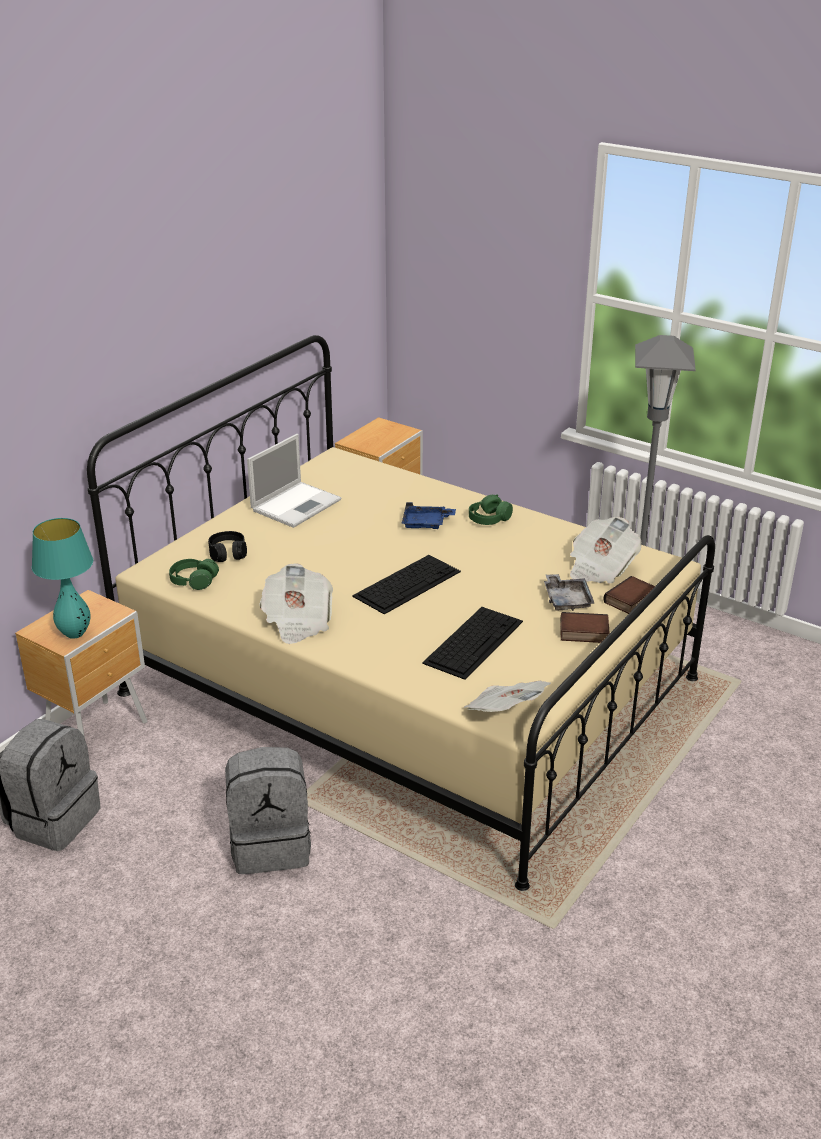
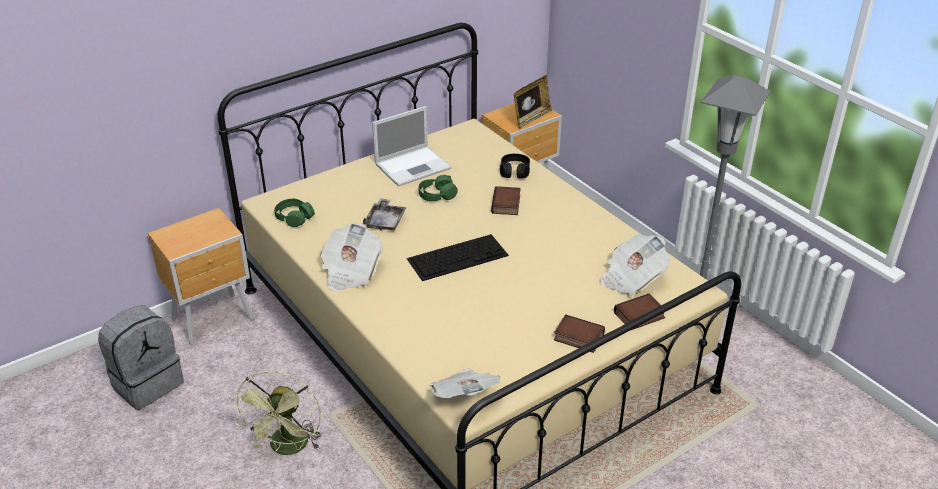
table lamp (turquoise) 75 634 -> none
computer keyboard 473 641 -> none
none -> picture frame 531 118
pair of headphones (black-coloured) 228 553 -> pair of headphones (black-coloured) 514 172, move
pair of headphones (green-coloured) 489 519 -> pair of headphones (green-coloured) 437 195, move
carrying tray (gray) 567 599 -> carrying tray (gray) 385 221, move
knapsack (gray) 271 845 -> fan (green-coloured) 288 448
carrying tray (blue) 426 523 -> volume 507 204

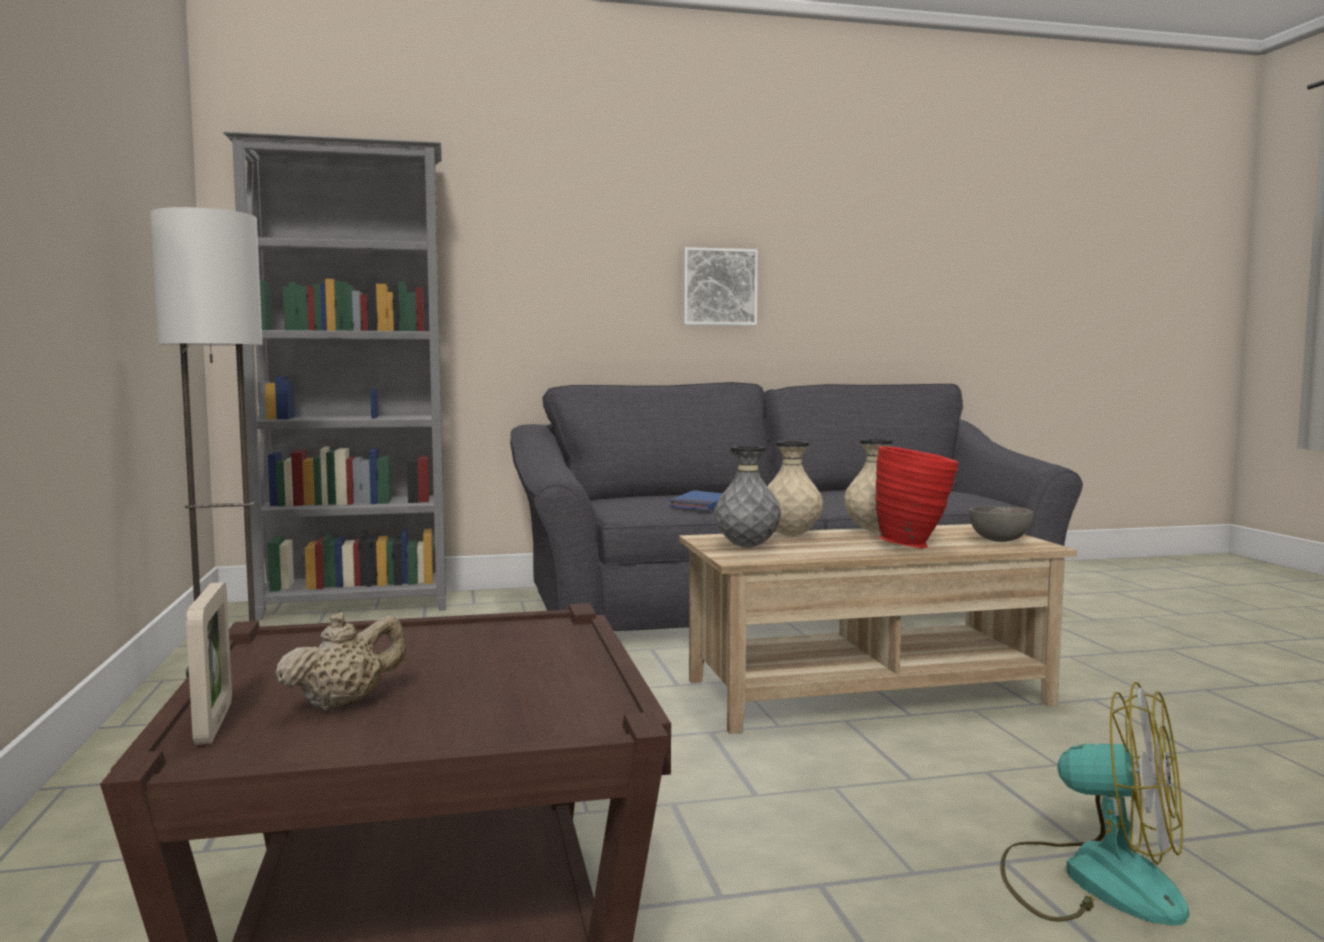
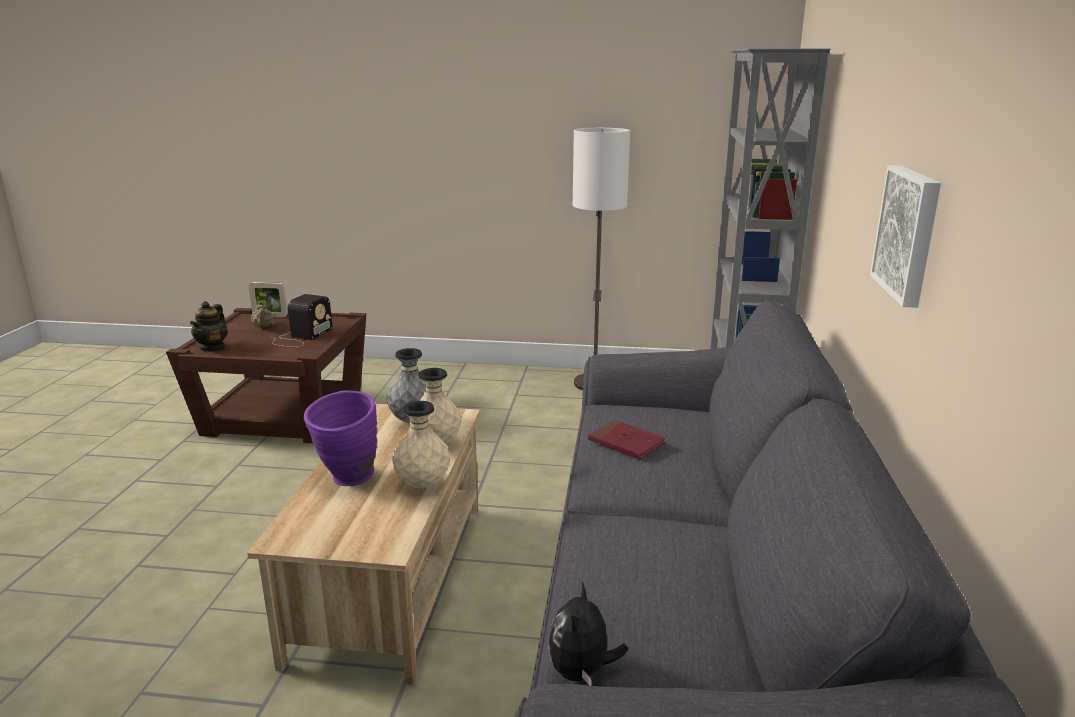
serving bowl (gray) 1001 541 -> none
fan 1093 880 -> none
none -> teapot 212 347
none -> radio set 301 337
none -> cuddly toy 582 672
volume (blue) 700 504 -> volume (red) 626 443
flower vase (red) 915 545 -> flower vase (purplish) 347 481

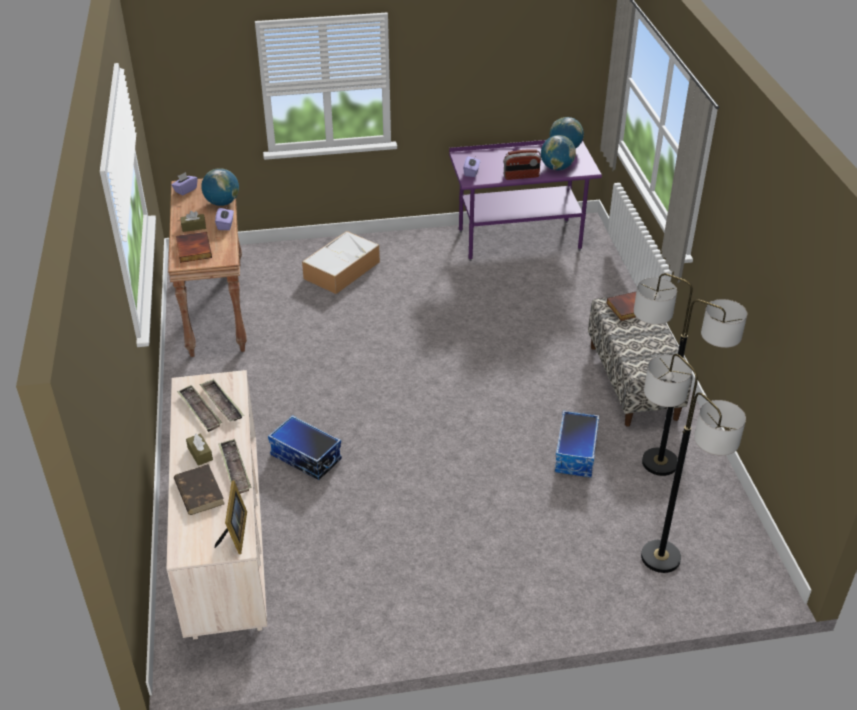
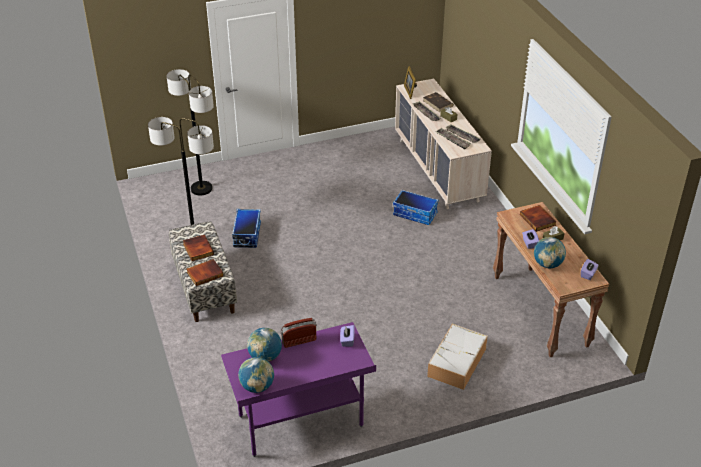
none -> volume 197 249

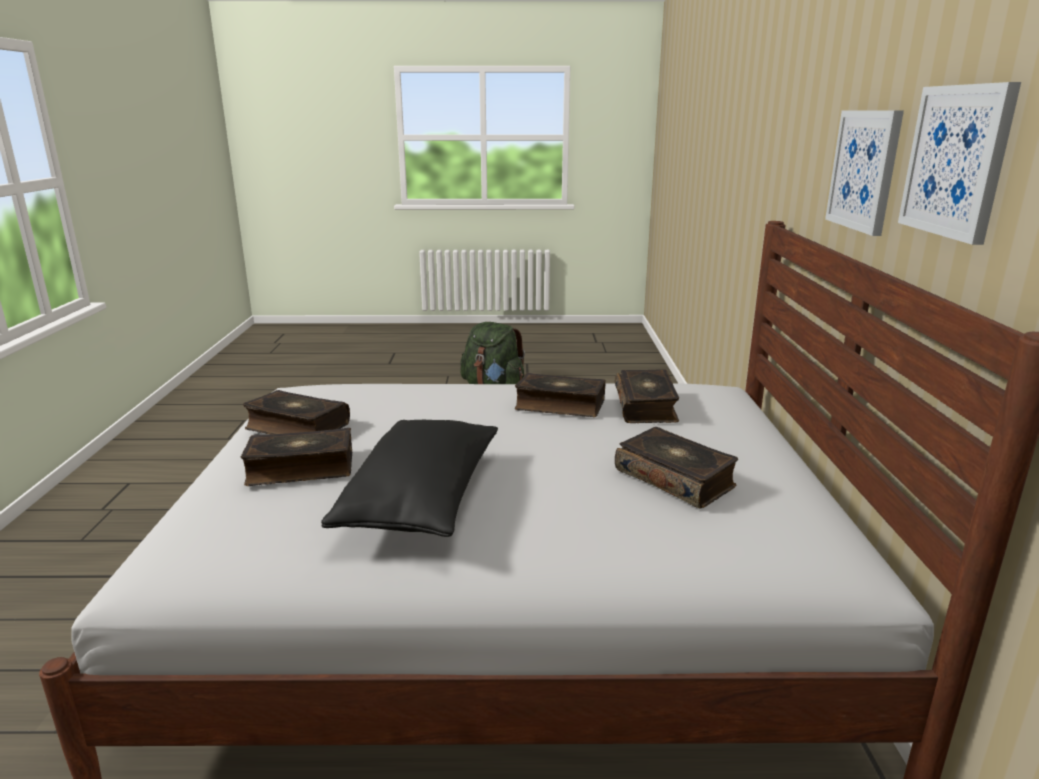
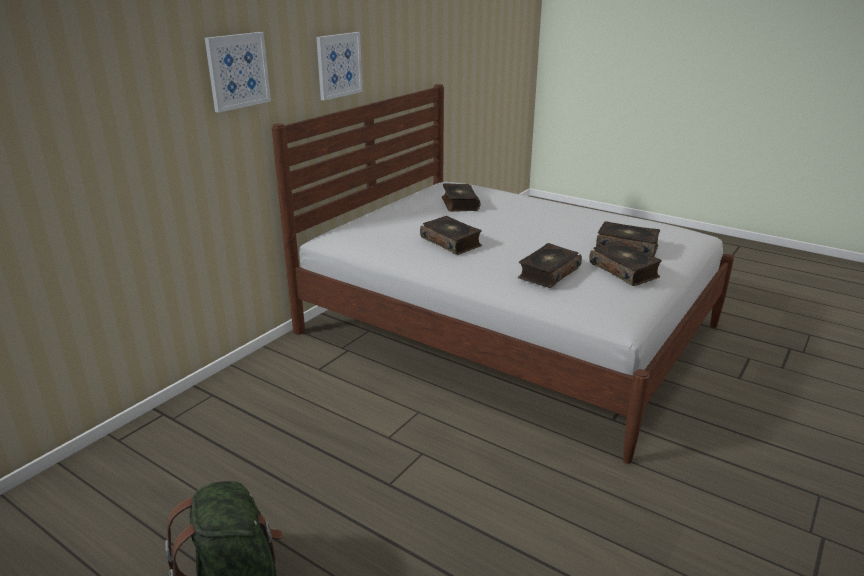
pillow (black-coloured) 422 500 -> none
volume 646 406 -> volume 548 273, move
picture 957 161 -> picture 237 71, move

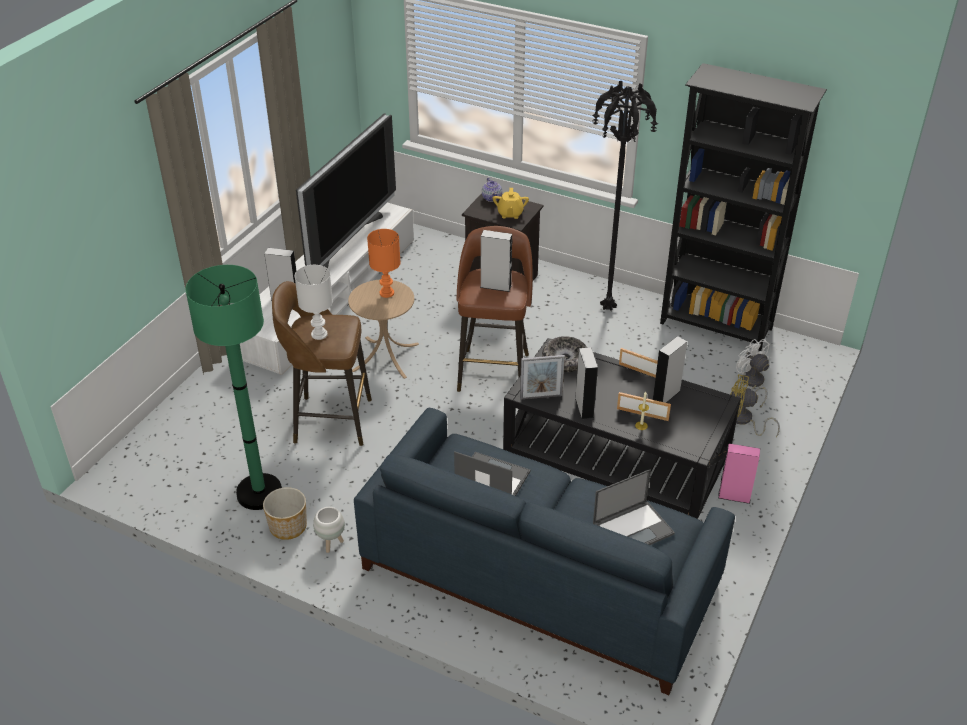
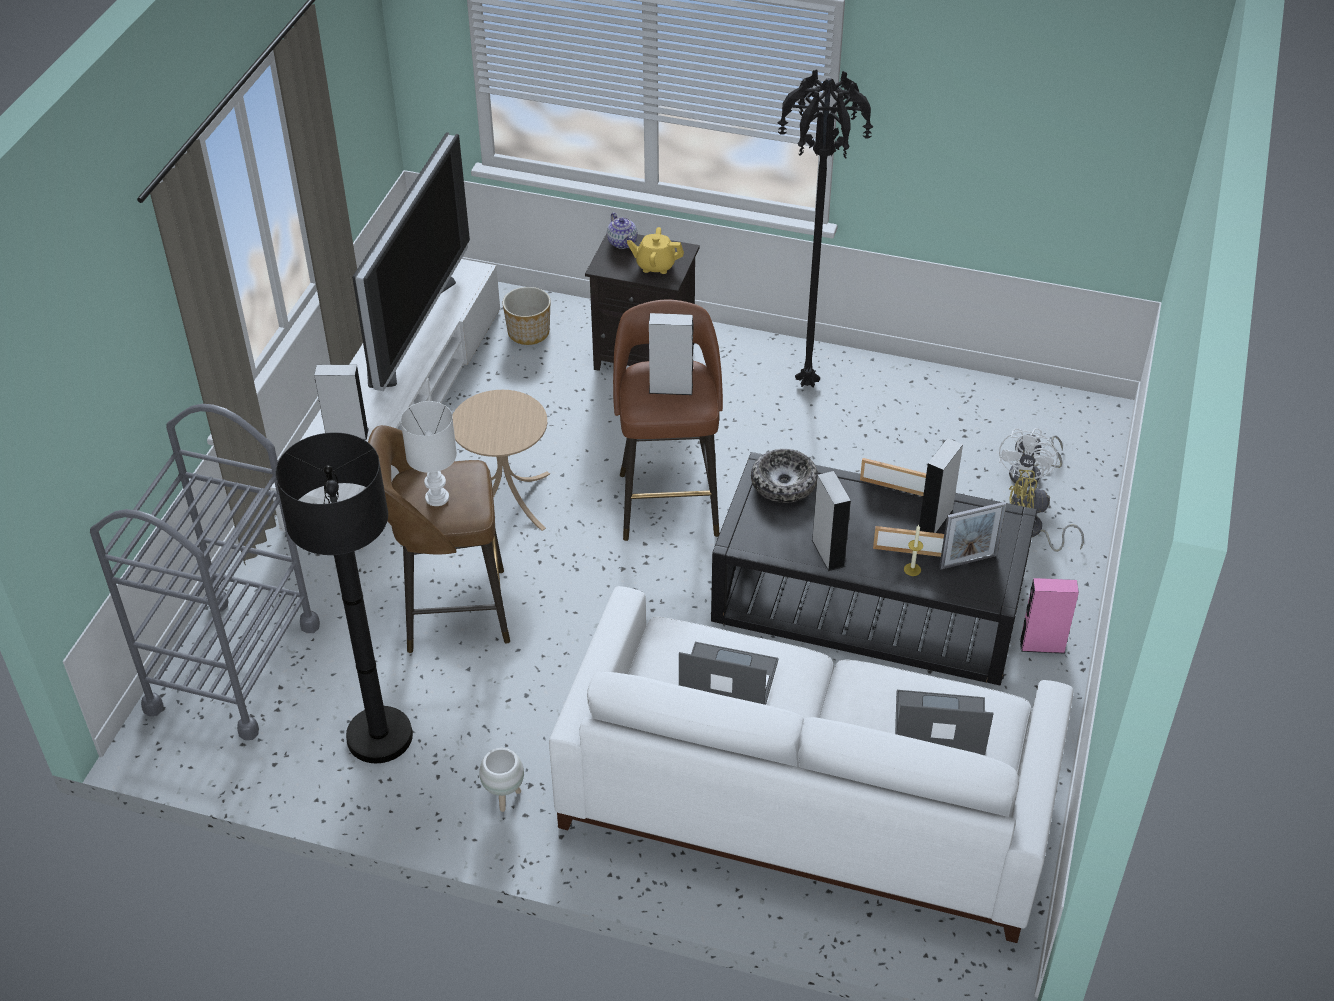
table lamp (orangey) 387 293 -> none
bookcase (black-coloured) 716 327 -> none
none -> cart (gray) 233 667
flower pot 288 526 -> flower pot 528 332, move
picture frame 541 397 -> picture frame 968 561, move
floor lamp (green-coloured) 259 493 -> floor lamp (black-coloured) 379 736
settee (blue) 539 574 -> settee (whitish) 805 799
teapot (yellow) 510 214 -> teapot (yellow) 655 265, 105 degrees clockwise
laptop 633 528 -> laptop 938 724, 135 degrees counterclockwise
fan (whitish) 752 384 -> fan (whitish) 1031 474, 120 degrees counterclockwise

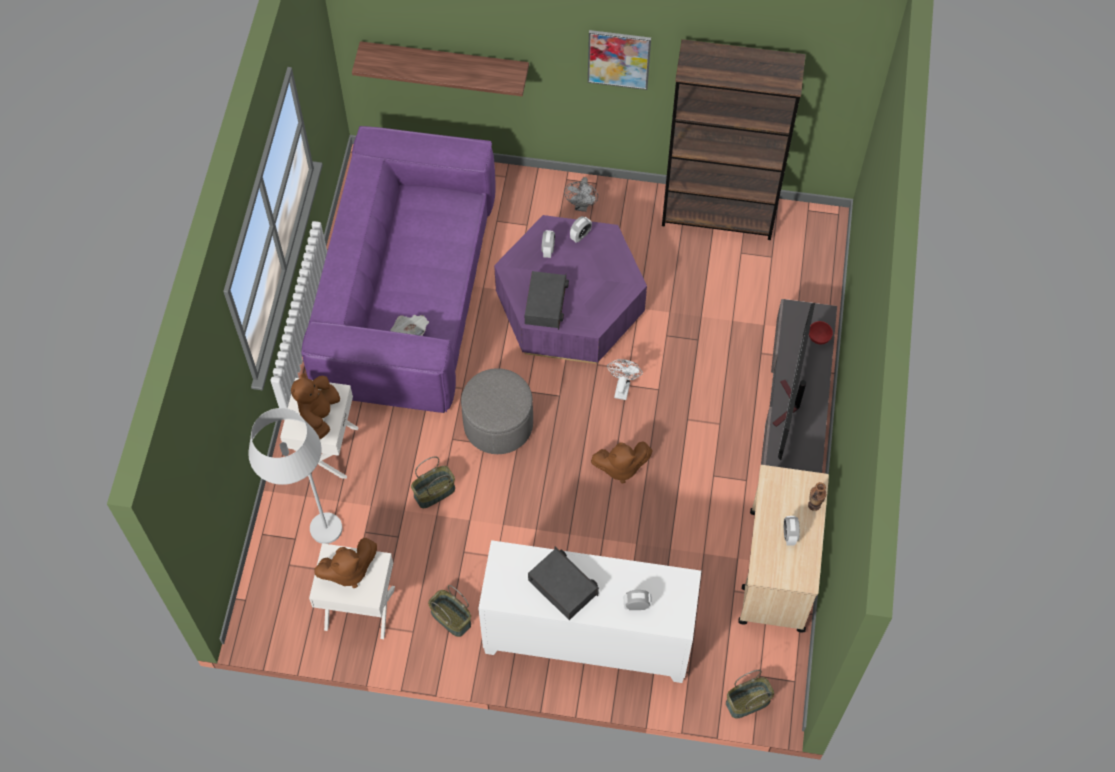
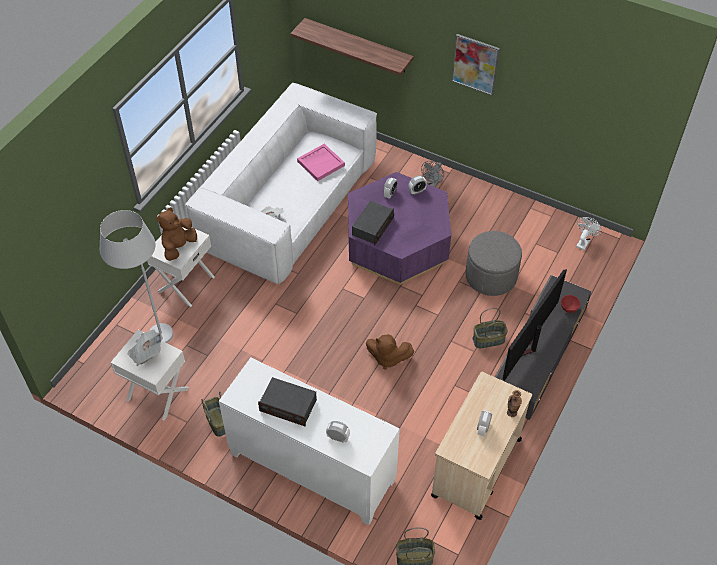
bookcase (brown-coloured) 718 214 -> none
none -> carrying tray (pink-coloured) 321 163
household basket 434 493 -> household basket 488 340, move
pouffe (gray) 498 424 -> pouffe (gray) 491 276, move
fan (whitish) 622 386 -> fan (whitish) 583 242, move
cuddly toy (brown-coloured) 348 571 -> daily paper 146 353
settee (purplish) 407 292 -> settee (whitish) 288 203
radio set 563 587 -> radio set 288 406, 135 degrees clockwise

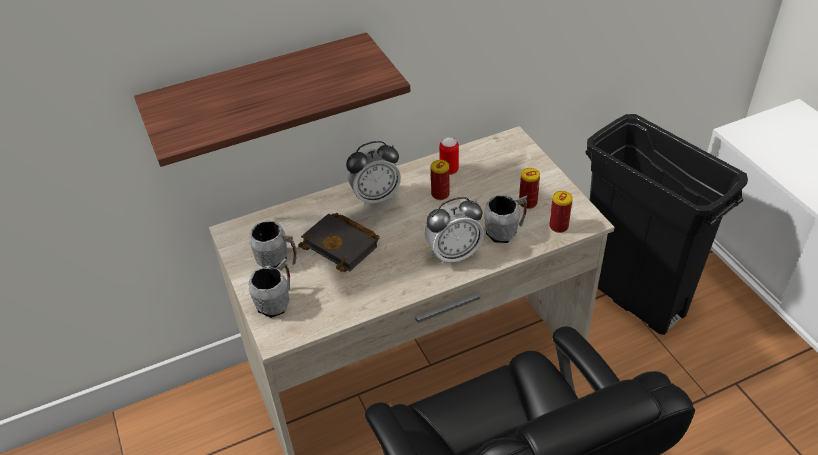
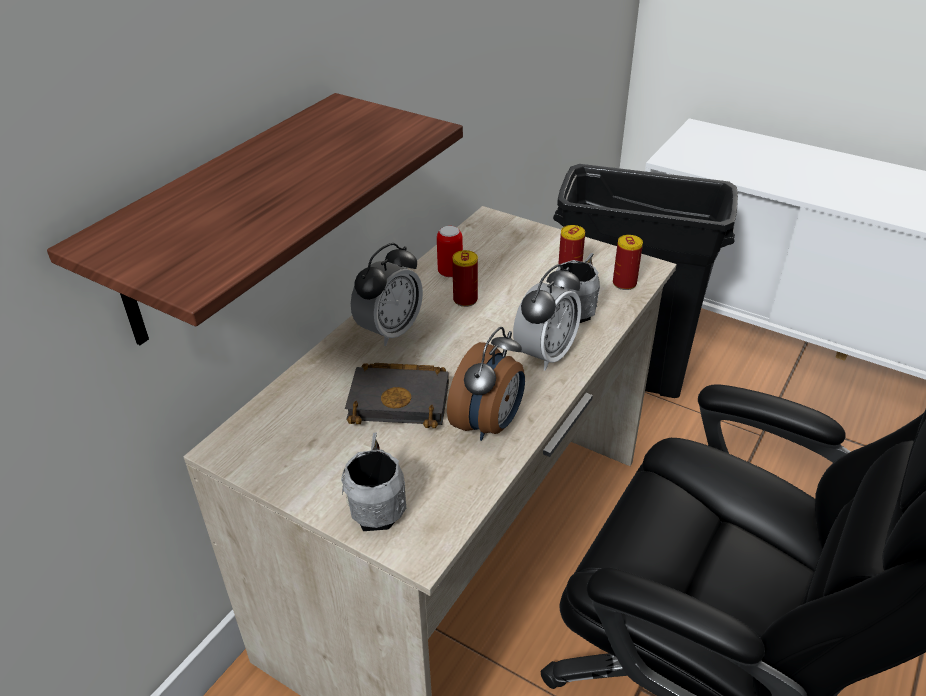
mug (gray) 277 260 -> none
none -> bedside clock 489 424

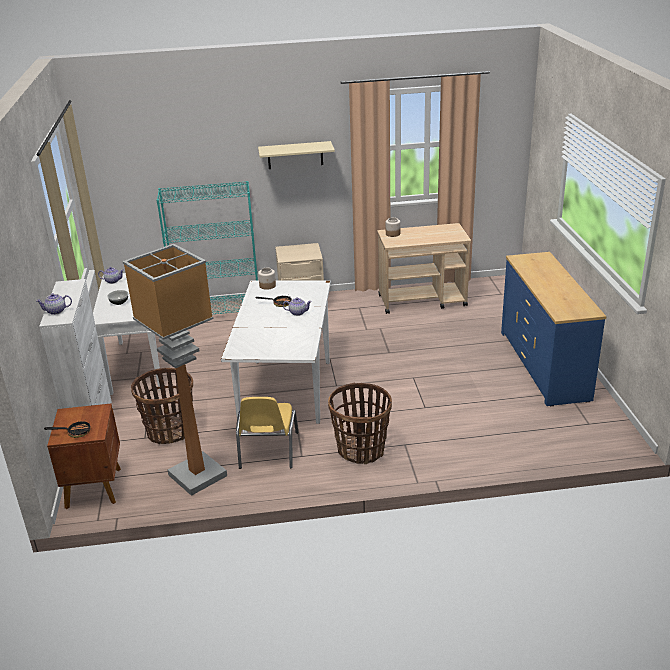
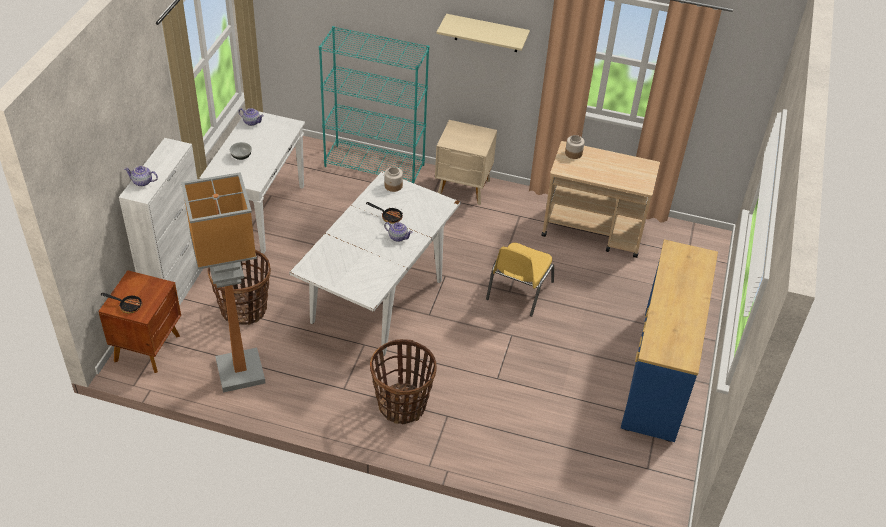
upright chair (yellow) 268 451 -> upright chair (yellow) 518 291, move

